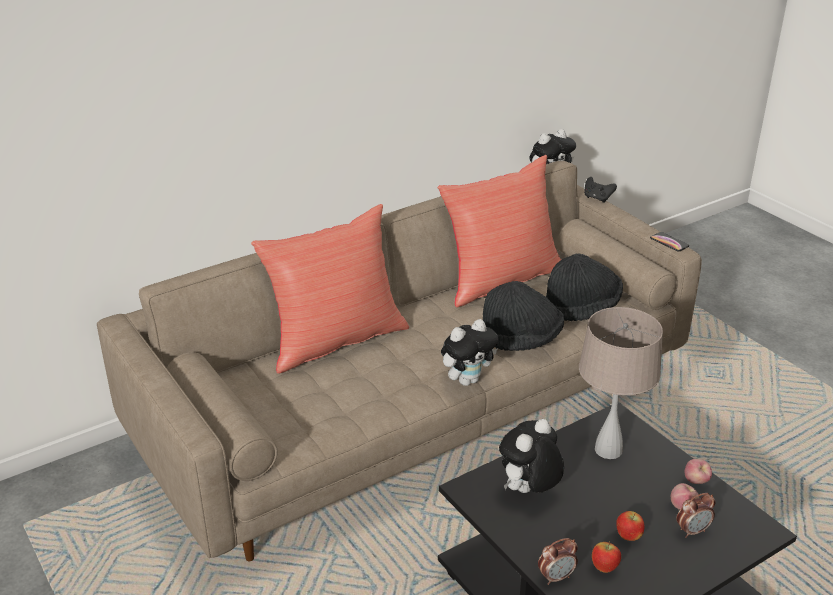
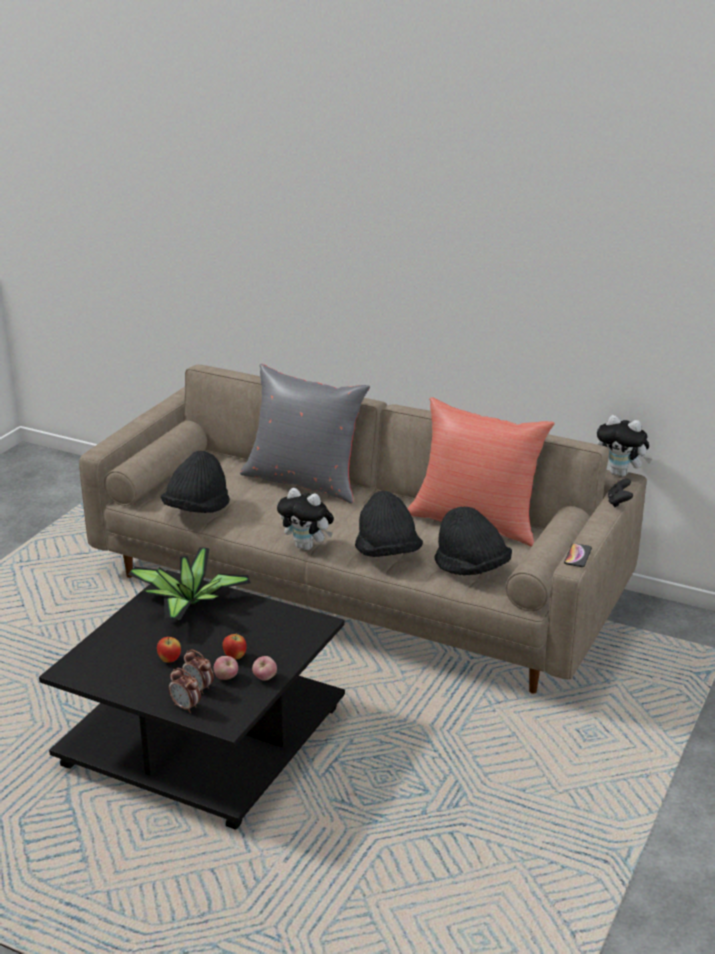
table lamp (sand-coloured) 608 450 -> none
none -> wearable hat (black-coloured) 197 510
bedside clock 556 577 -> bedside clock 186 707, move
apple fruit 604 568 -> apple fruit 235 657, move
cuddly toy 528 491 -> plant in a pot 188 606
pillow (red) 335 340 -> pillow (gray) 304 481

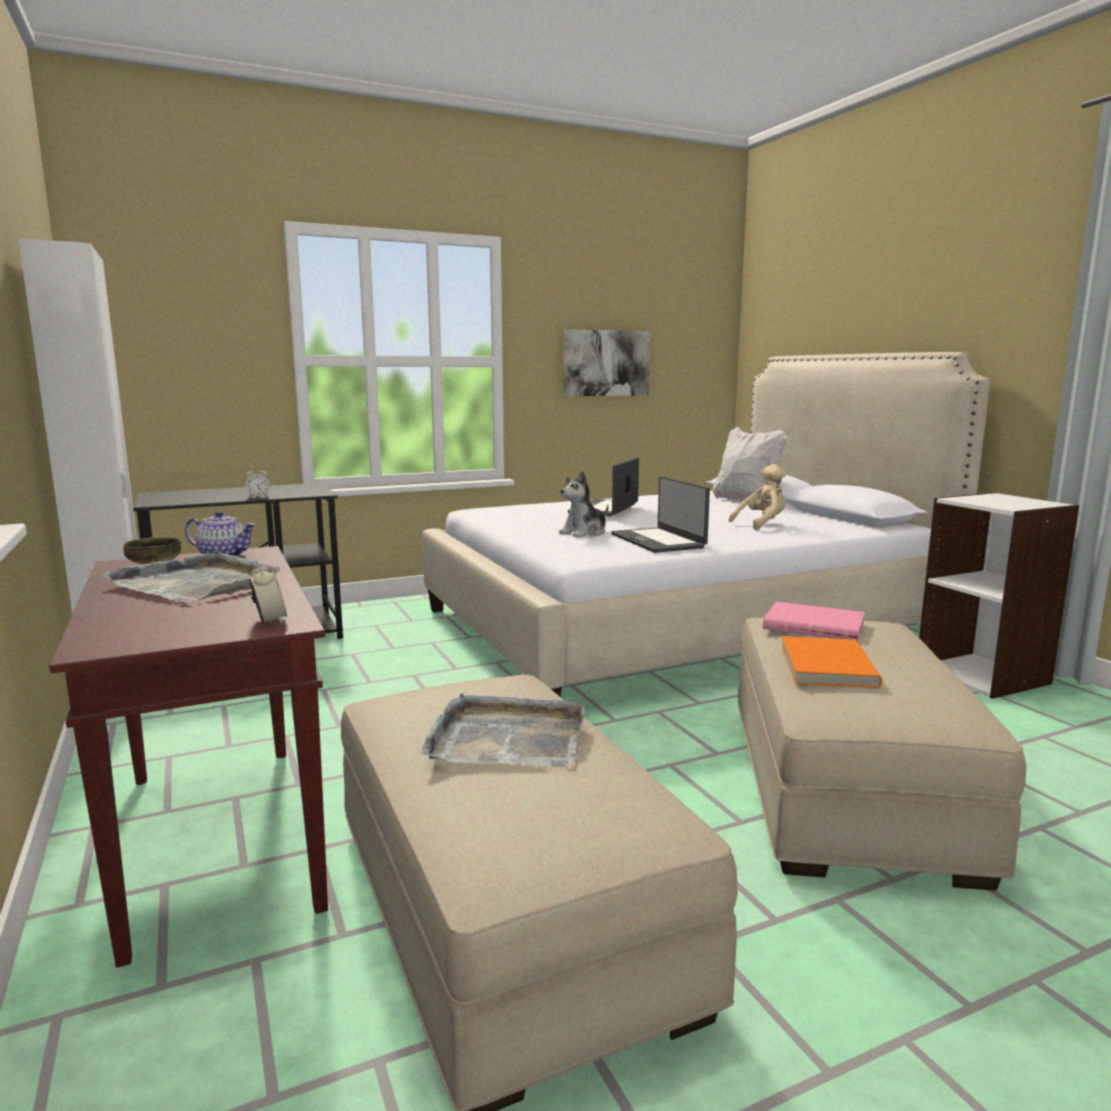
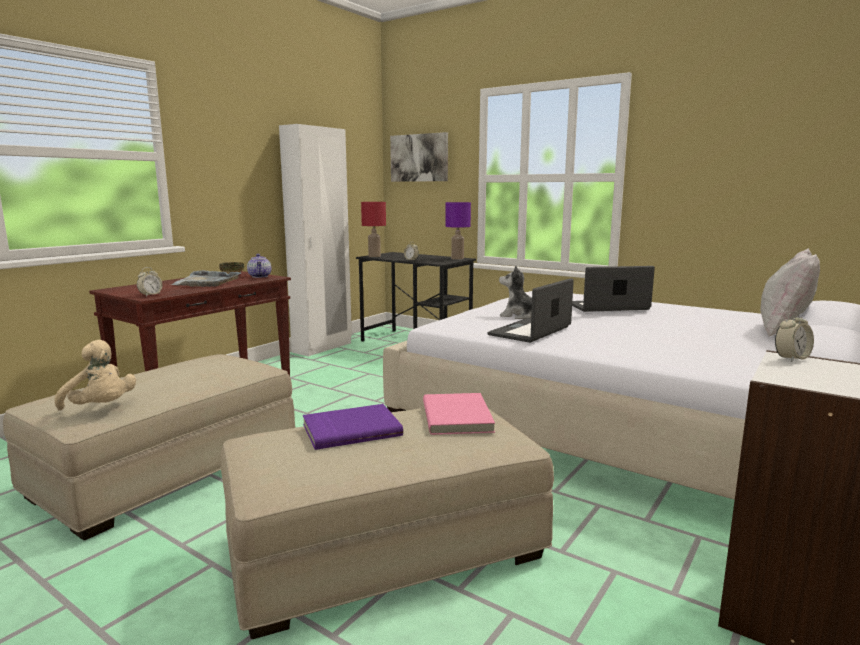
carrying tray (gray) 507 738 -> none
none -> table lamp (red) 374 256
none -> table lamp (purplish) 457 258
none -> bedside clock 791 358
picture 606 363 -> picture 419 158, move
cuddly toy (sand-coloured) 761 524 -> cuddly toy (sand-coloured) 101 408, move
volume (orangey) 824 666 -> volume (purplish) 351 429

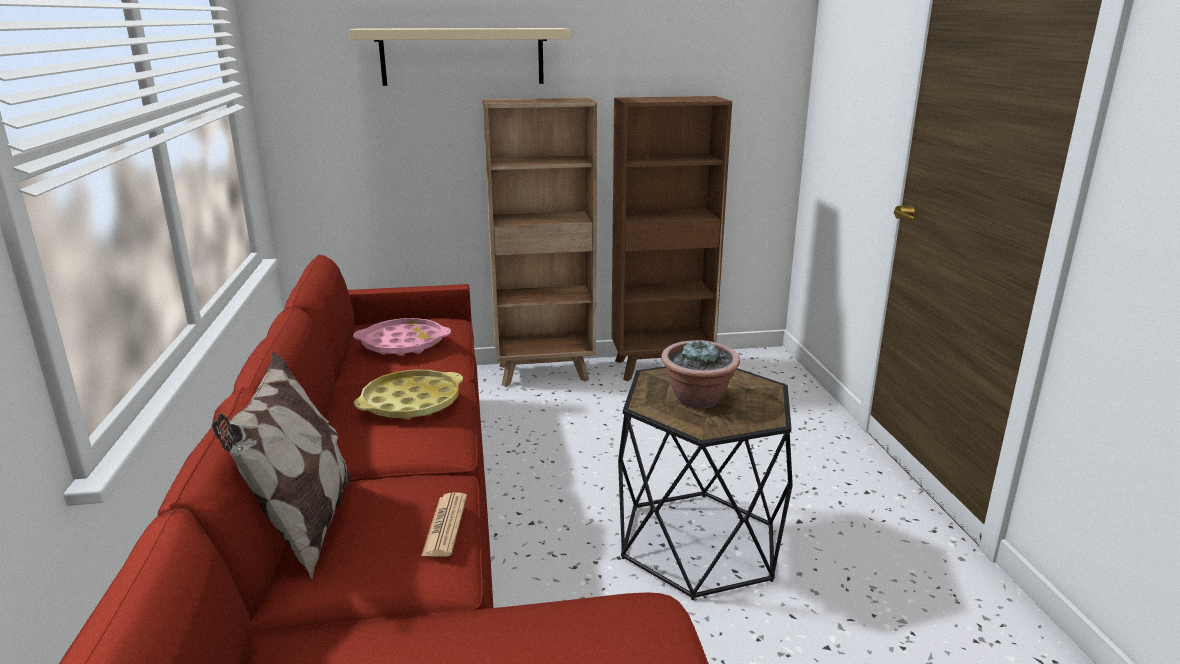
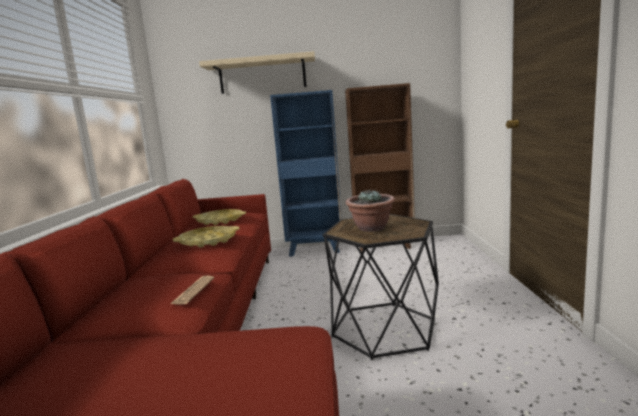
pillow 304 528 -> none
carrying tray (pink-coloured) 403 344 -> carrying tray (yellow) 220 221
bookcase (brown-coloured) 545 373 -> bookcase (blue) 315 250

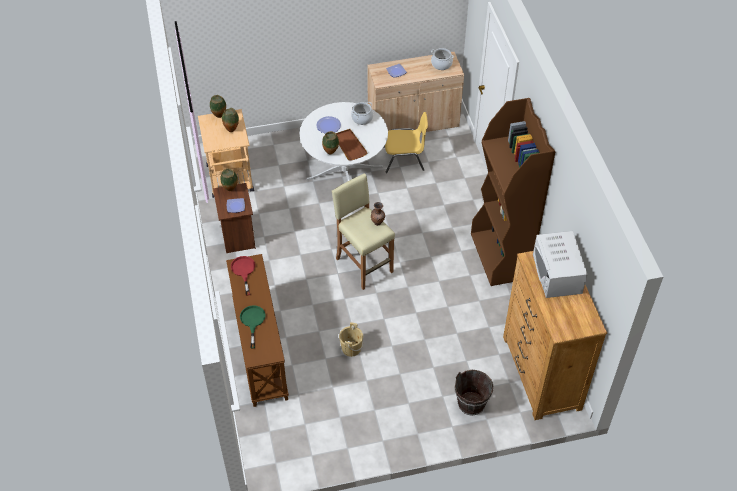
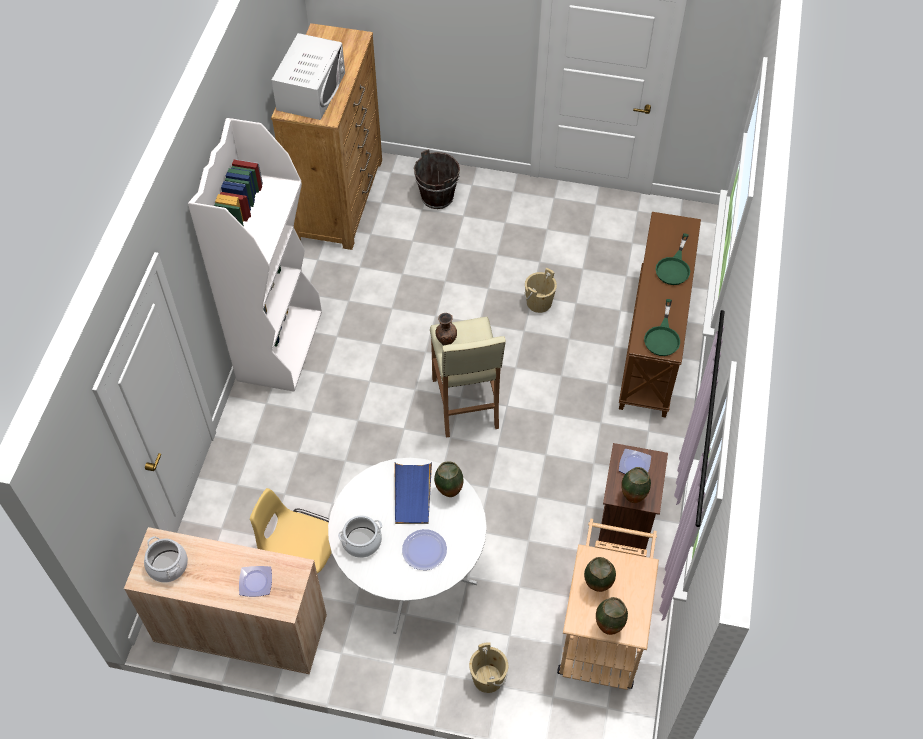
none -> bucket (sand-coloured) 488 678
skillet (red) 243 271 -> skillet (green-coloured) 662 336
carrying tray (brown-coloured) 349 145 -> carrying tray (blue) 412 494
bookcase (brown-coloured) 500 256 -> bookcase (whitish) 280 345

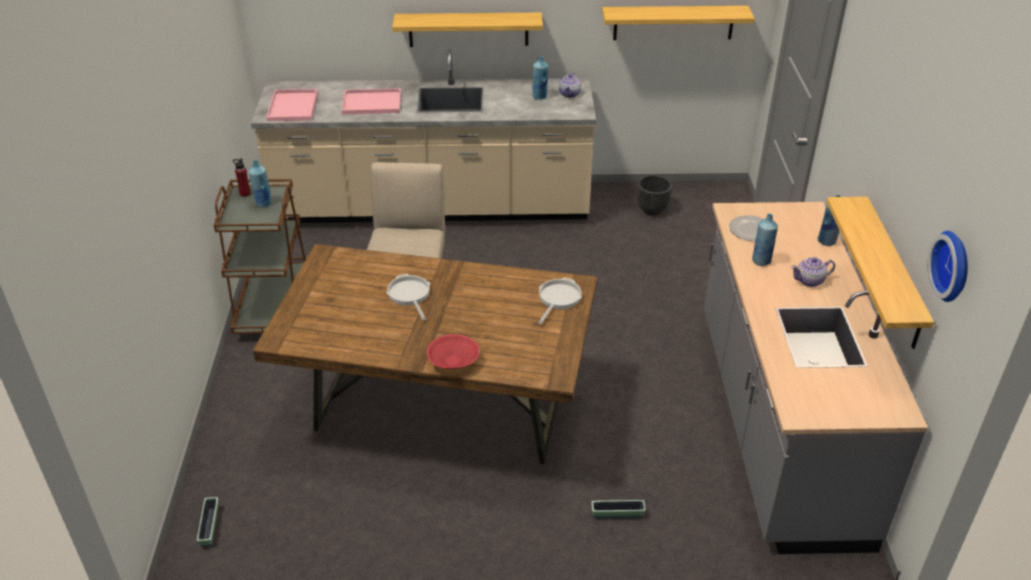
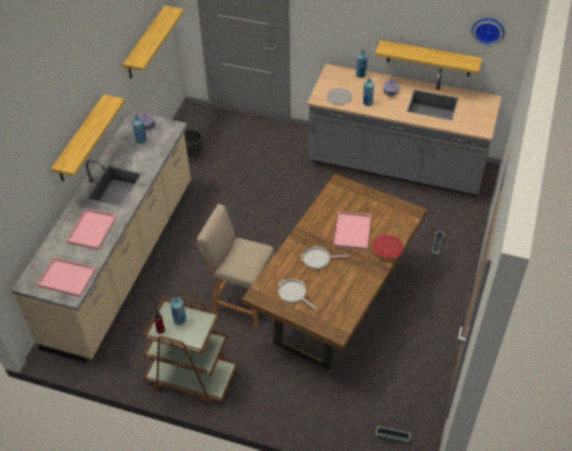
none -> carrying tray (pink-coloured) 353 232
skillet 558 299 -> skillet 294 294, move

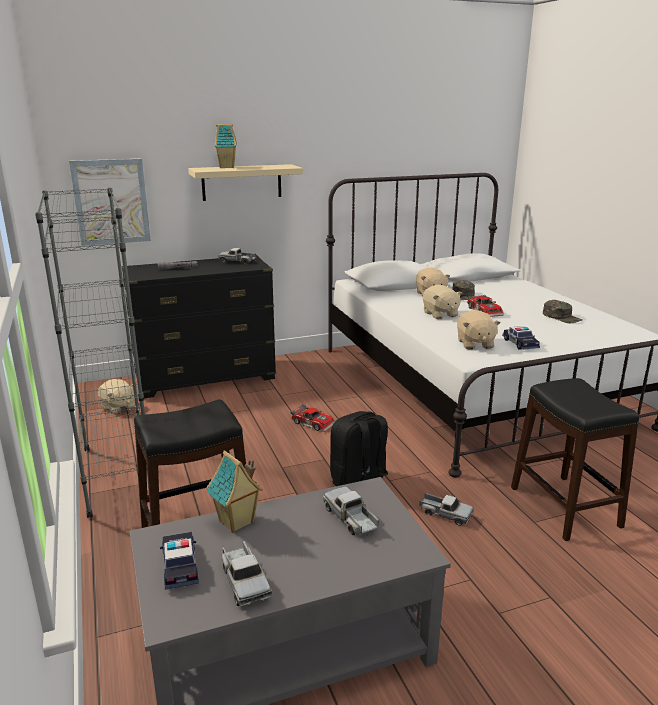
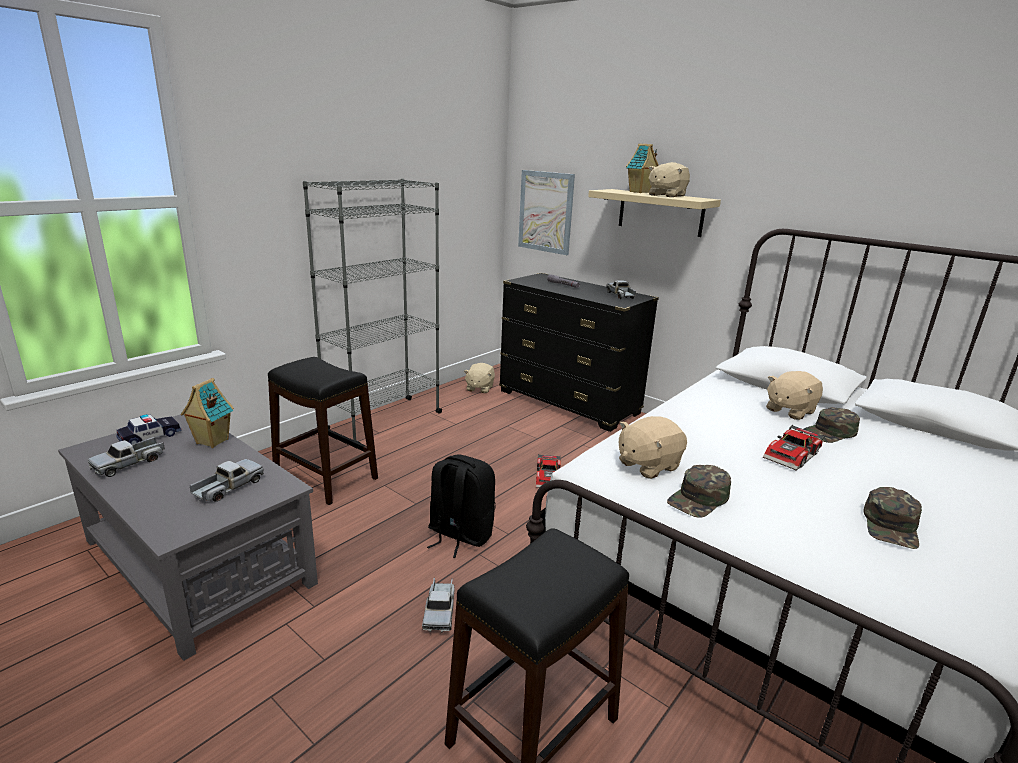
cuddly toy (sand-coloured) 440 314 -> cuddly toy (sand-coloured) 666 195, move
miniature car 520 343 -> baseball cap (green-coloured) 699 499

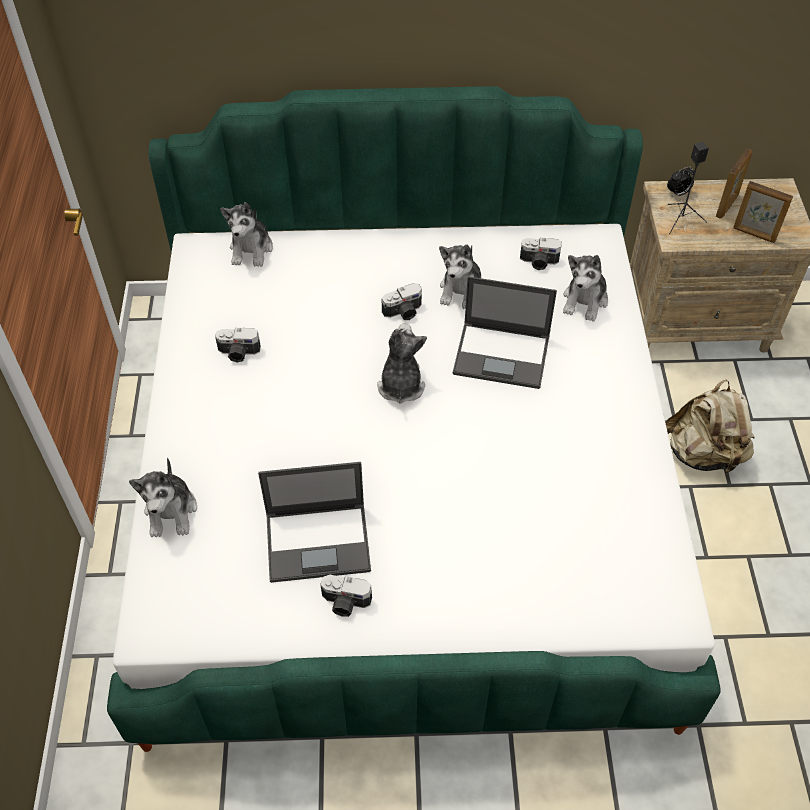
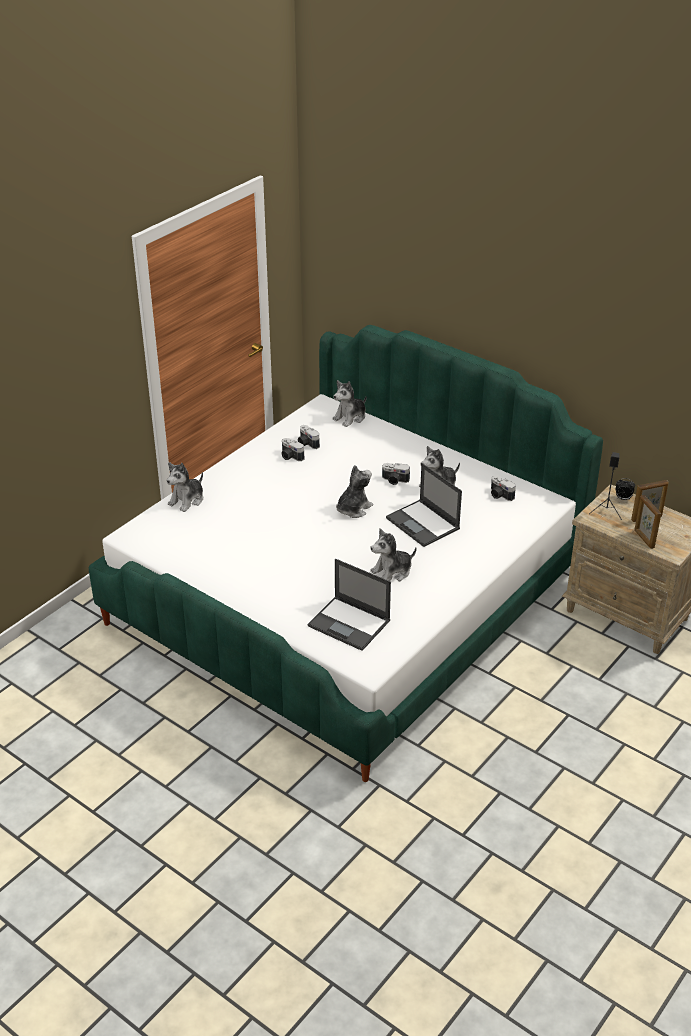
knapsack (sand-coloured) 703 453 -> none
laptop 319 541 -> laptop 350 623, move
photo camera 345 603 -> photo camera 307 443, move
cuddly toy 585 300 -> cuddly toy 392 572, move

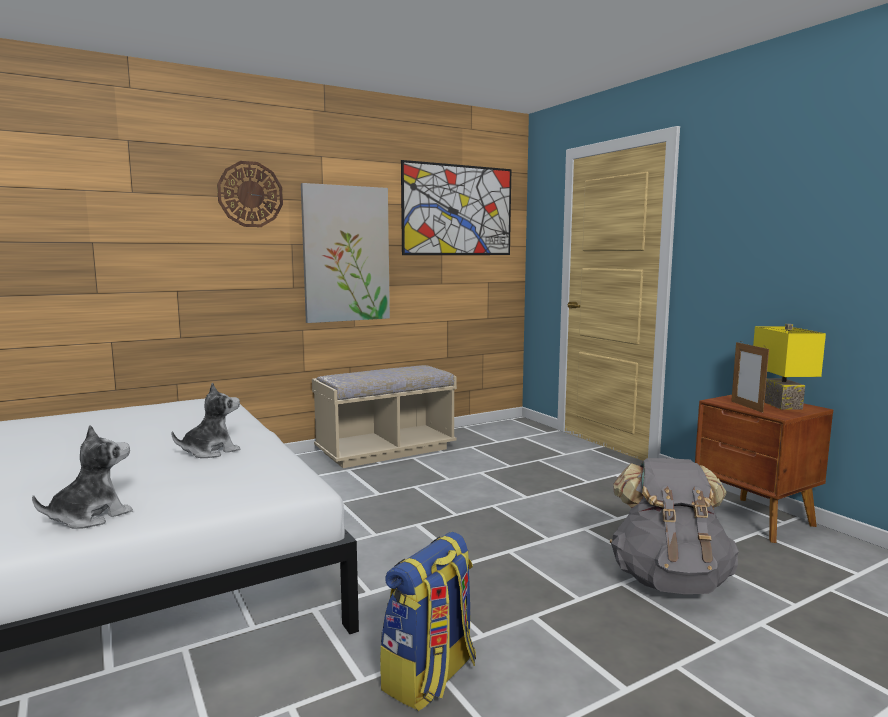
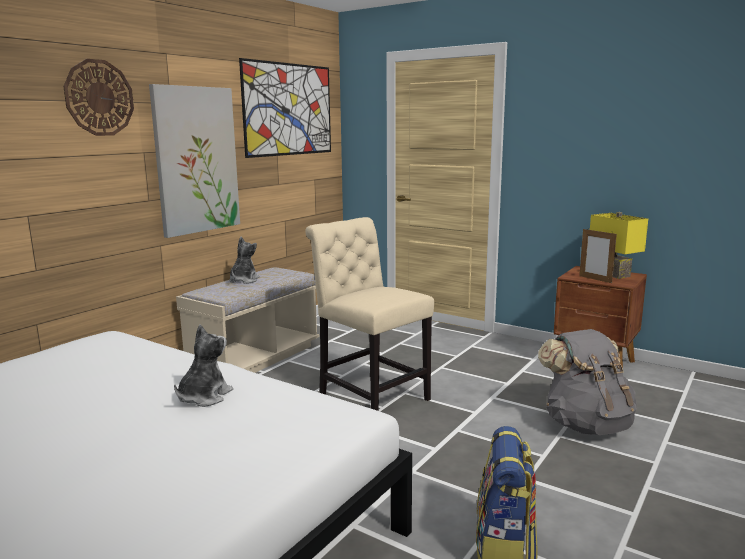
none -> upright chair (sand-coloured) 370 396
cuddly toy 90 517 -> cuddly toy 243 280, move

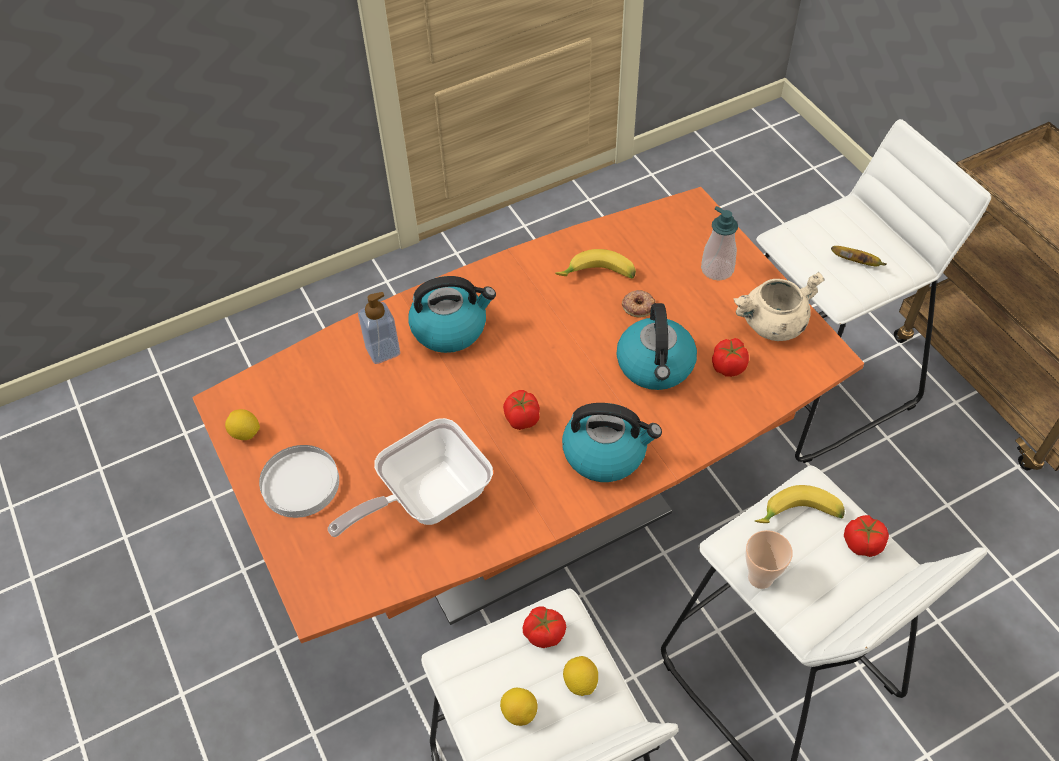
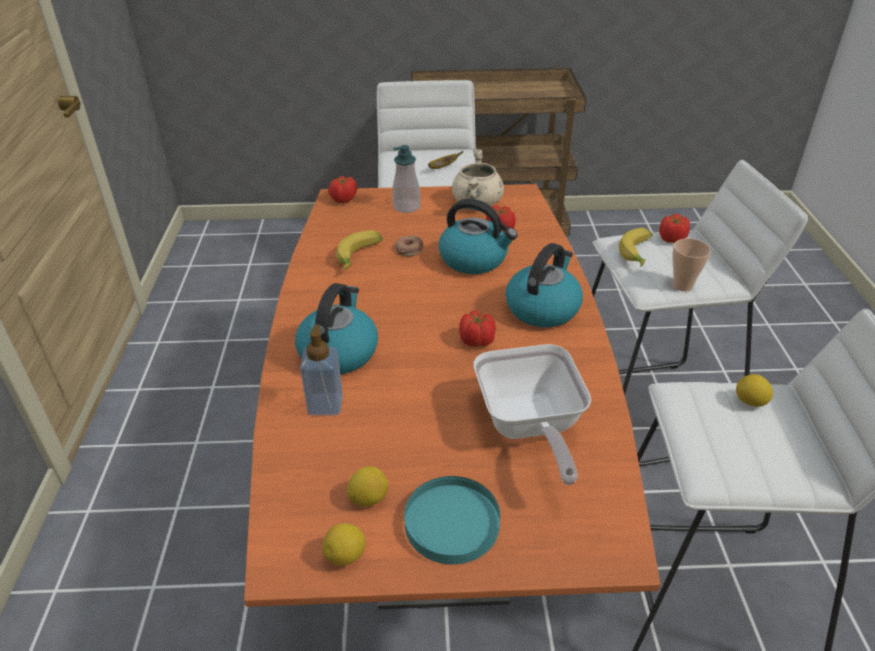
whole lemon 519 712 -> whole lemon 368 498, move
tomato 544 634 -> tomato 343 199, move
dinner plate (whitish) 301 484 -> dinner plate (turquoise) 452 522

